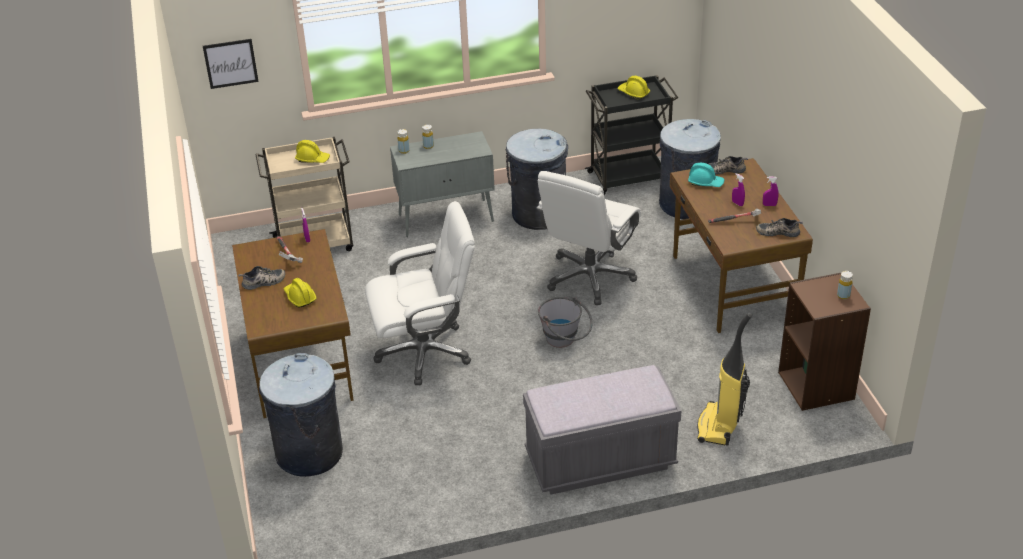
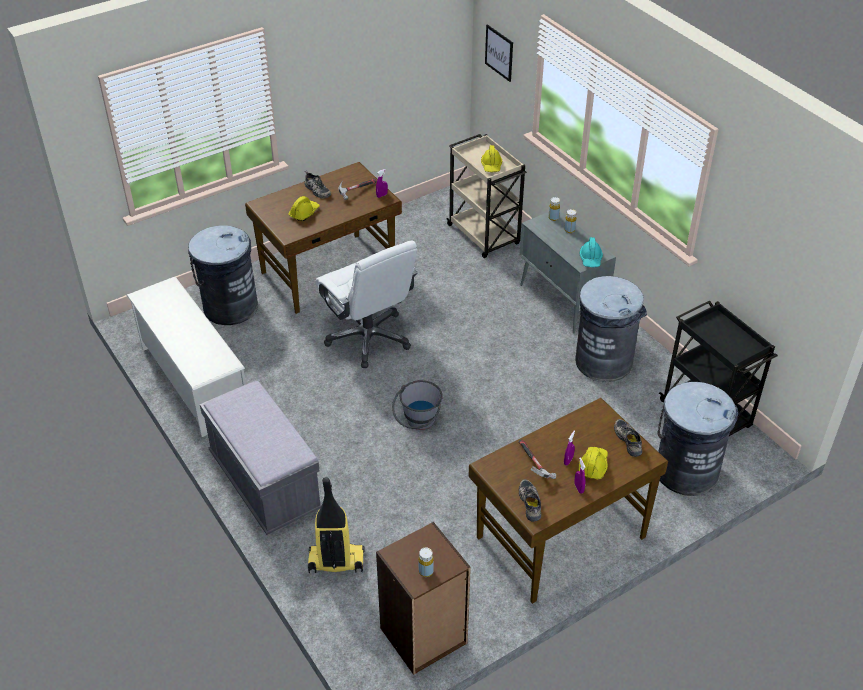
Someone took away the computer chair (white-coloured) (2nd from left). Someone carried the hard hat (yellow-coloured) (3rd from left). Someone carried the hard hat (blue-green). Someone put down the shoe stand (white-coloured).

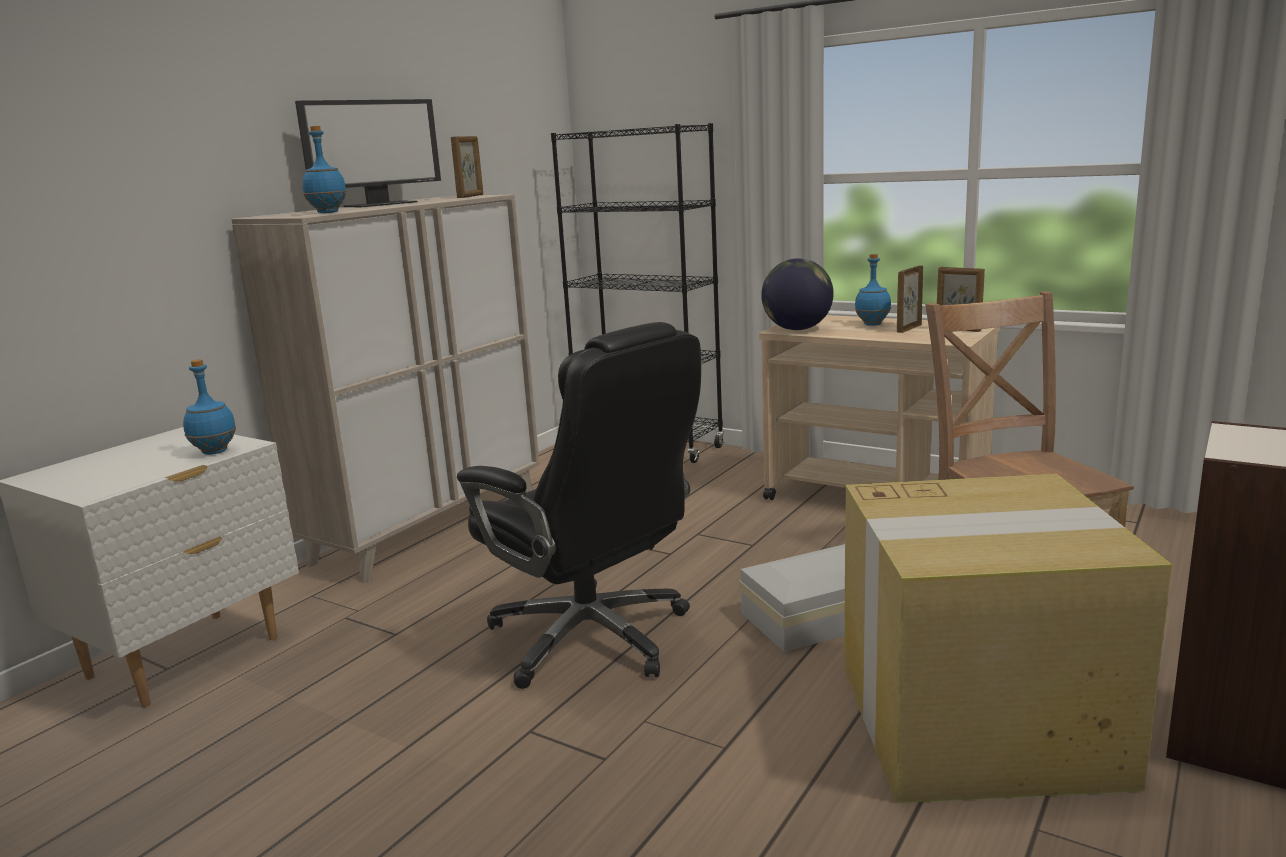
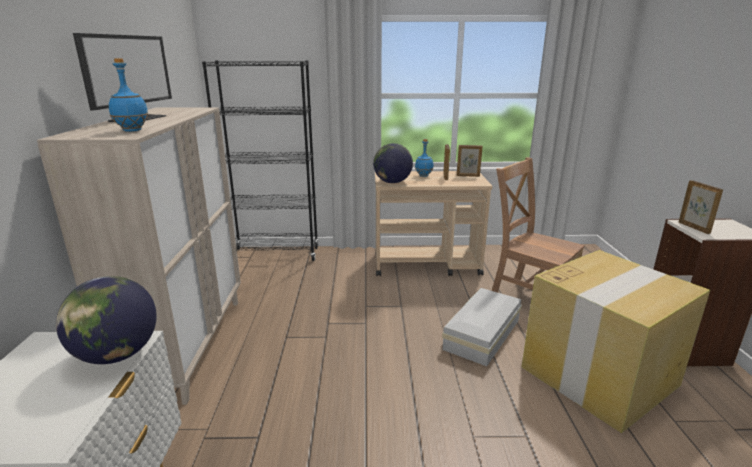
Someone swapped the beverage bottle (bluish) (1st from left) for the world globe (1st from left). Someone carried the standing frame (1st from left in the first image). Someone took away the computer chair (black-coloured).

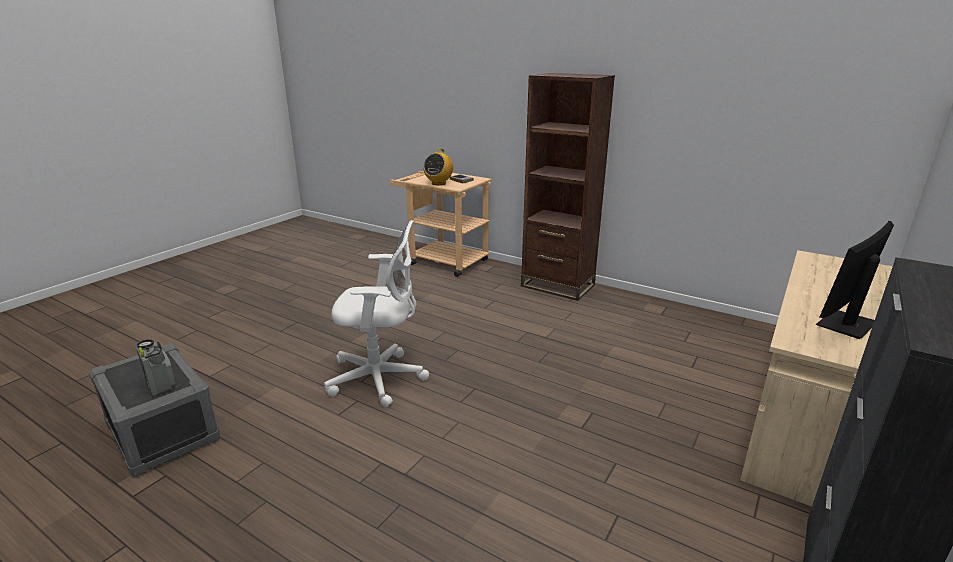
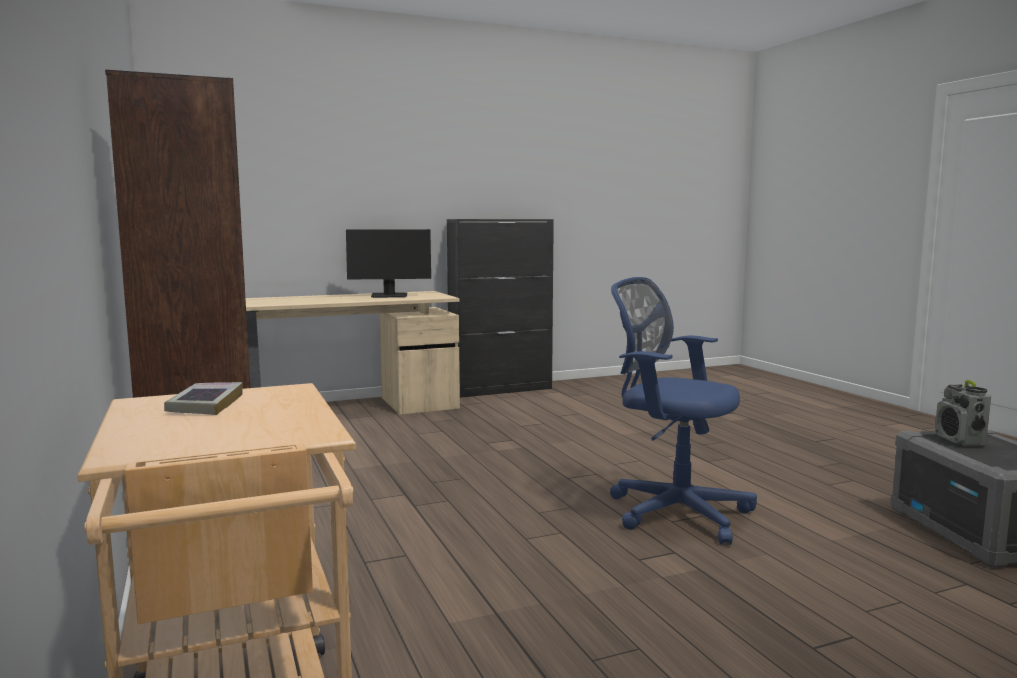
Someone repainted the computer chair (white-coloured), which became the computer chair (bluish). Someone took away the radio (2nd from left).

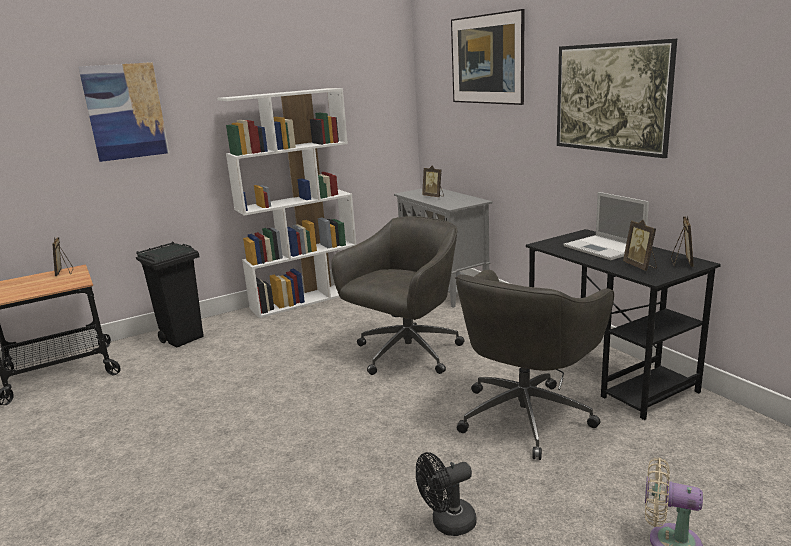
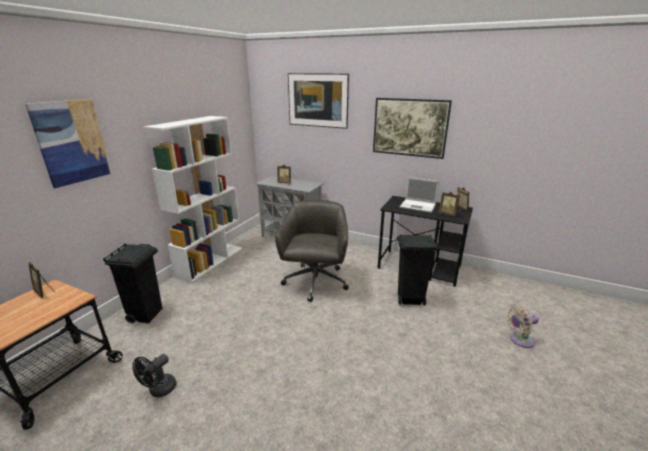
Someone carried the cooling fan (black-coloured). Someone swapped the computer chair (gray) (2nd from left) for the rubbish bin (black-coloured) (2nd from left).

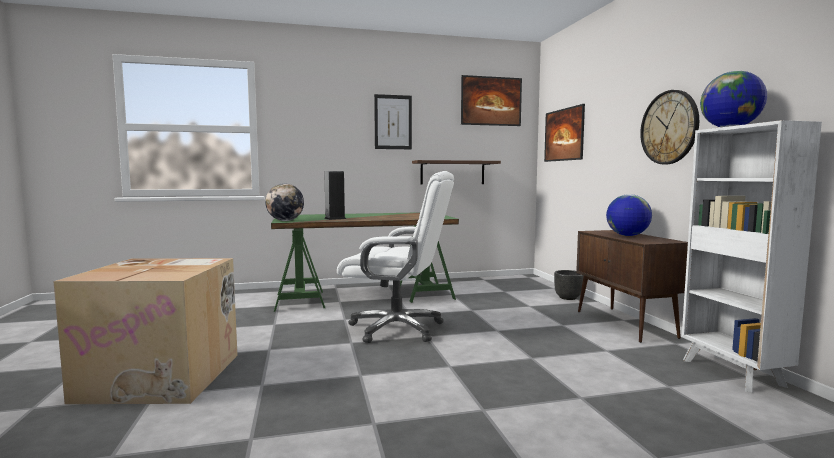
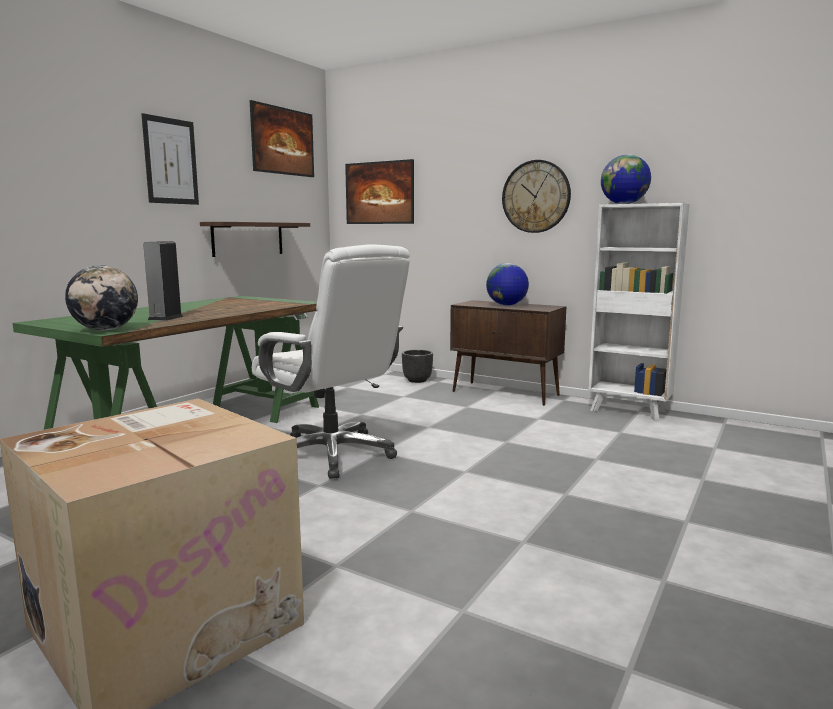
Someone rotated the computer chair (white-coloured) by 75 degrees clockwise.

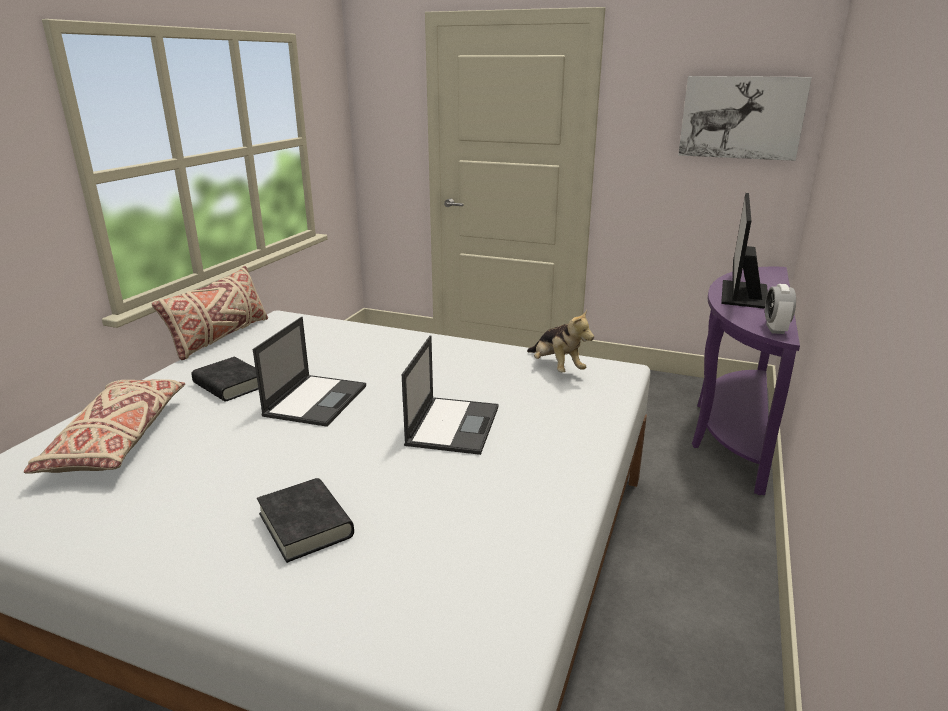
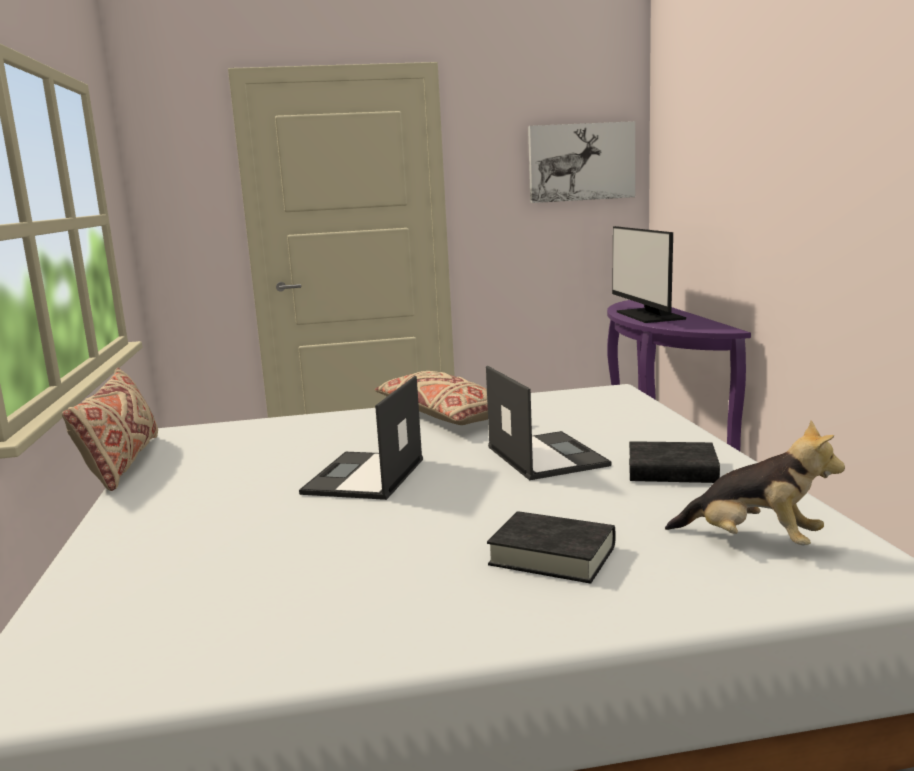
Someone carried the cushion (beige) (1st from left in the first image). Someone carried the bound book (black-coloured) (1st from left in the first image). Someone rotated the laptop (1st from left) by 150 degrees counterclockwise. Someone carried the cuddly toy. Someone took away the bedside clock.

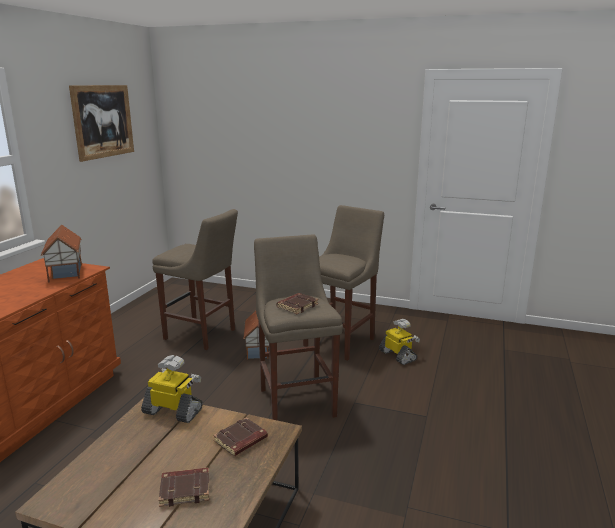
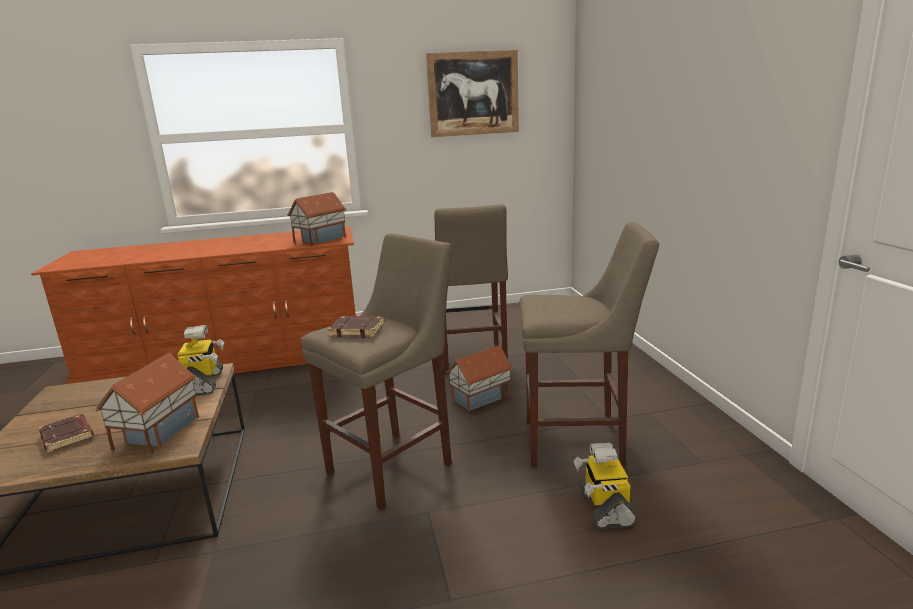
Someone swapped the bound book (brownish) (2nd from left) for the model house (1st from left). Someone rotated the model robot (2nd from left) by 150 degrees clockwise.

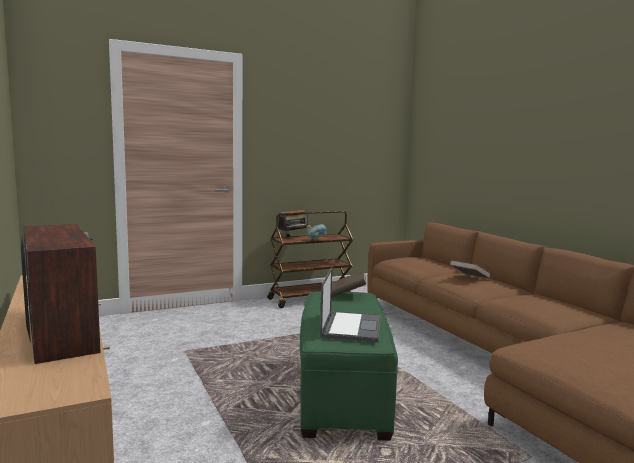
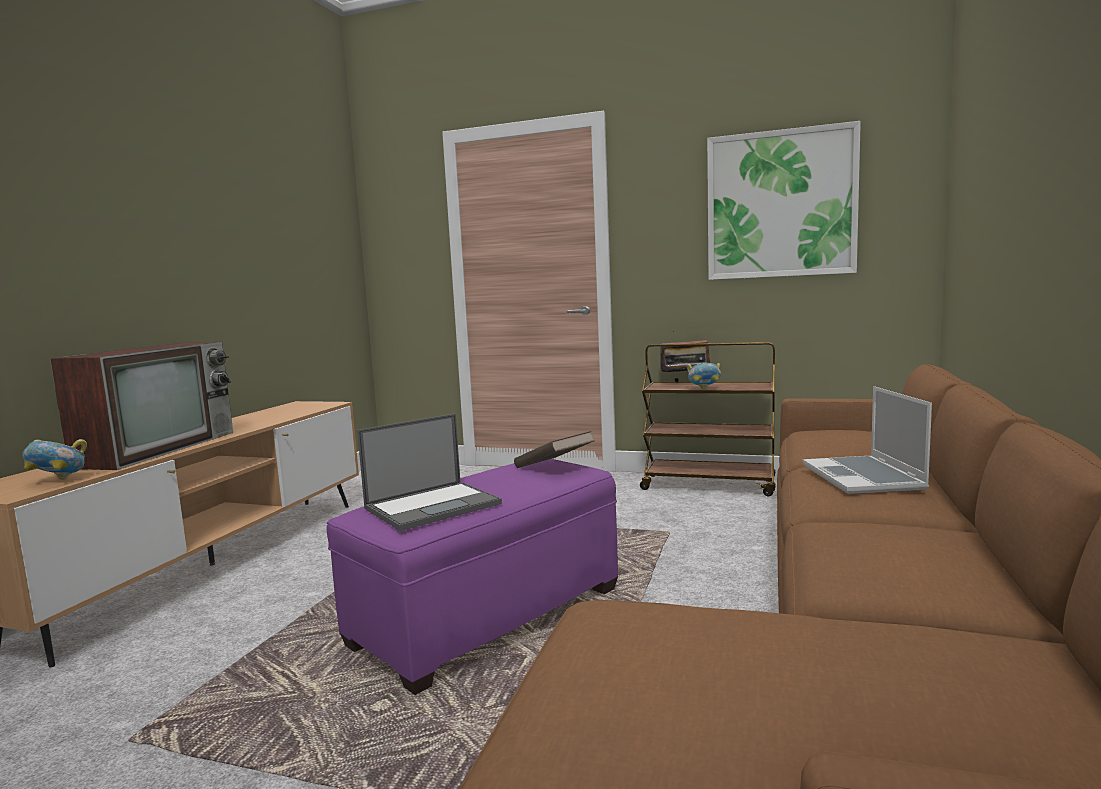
Someone repainted the pouffe (green), which became the pouffe (purple). Someone swapped the bound book (brownish) (2nd from left) for the laptop (2nd from left). Someone put down the serving bowl (1st from left). Someone put up the wall art.

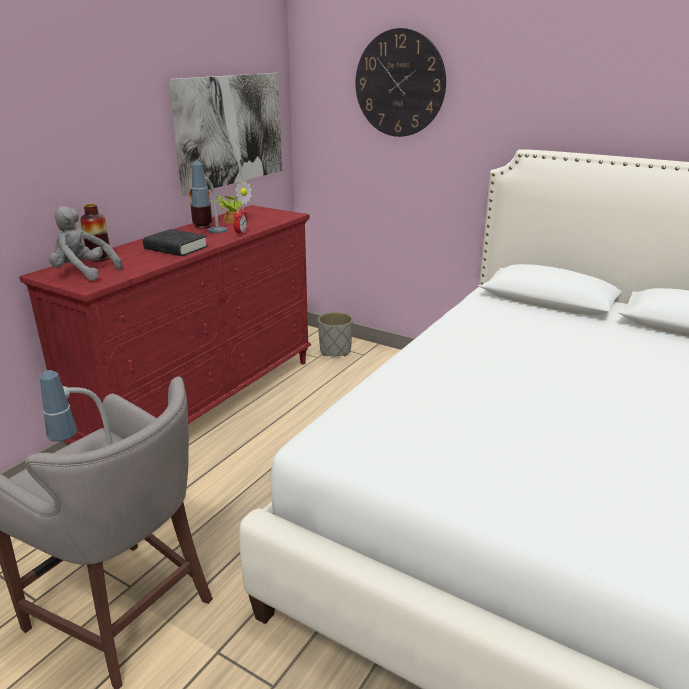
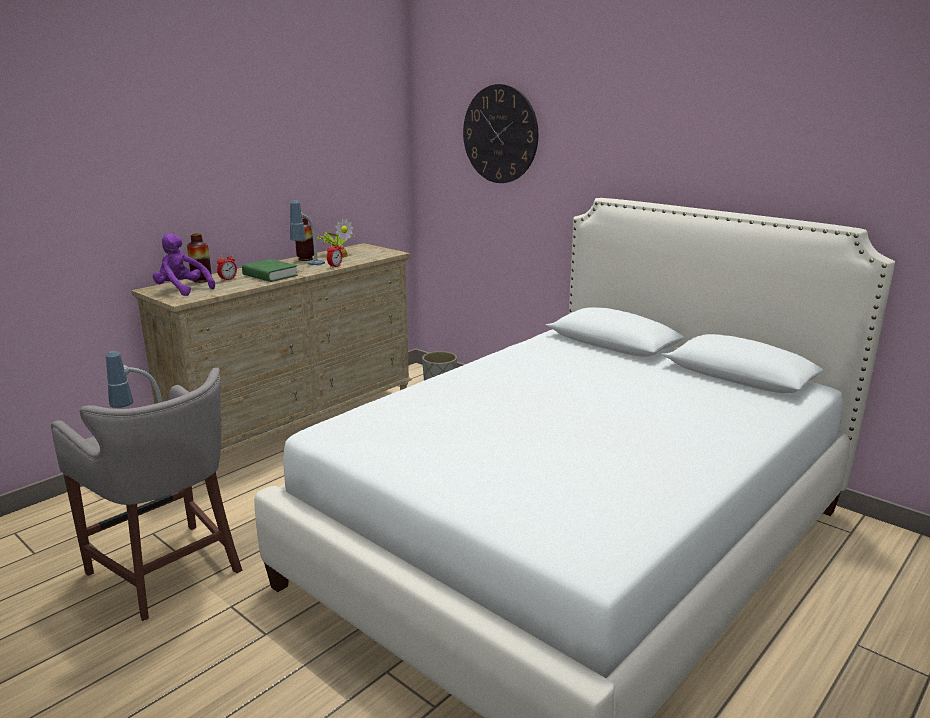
Someone repainted the dresser (red-coloured), which became the dresser (beige). Someone repainted the cuddly toy (gray), which became the cuddly toy (purple). Someone repainted the bound book (black-coloured), which became the bound book (green). Someone took away the wall art. Someone put down the bedside clock (1st from left).

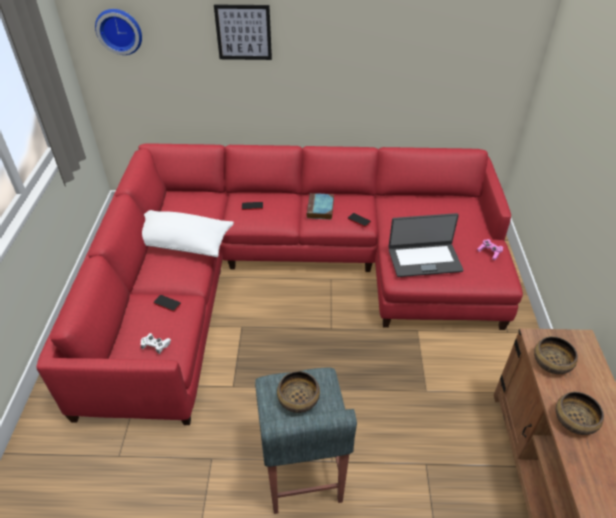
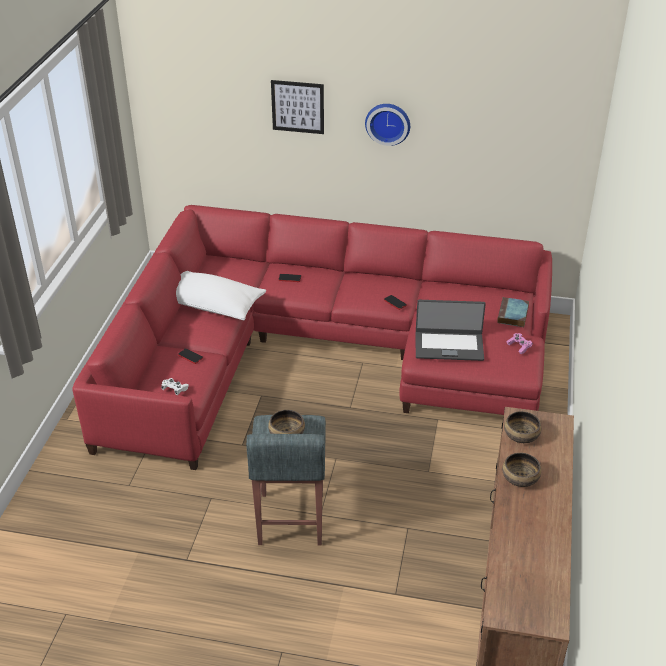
Someone carried the wall clock. Someone carried the bound book.

